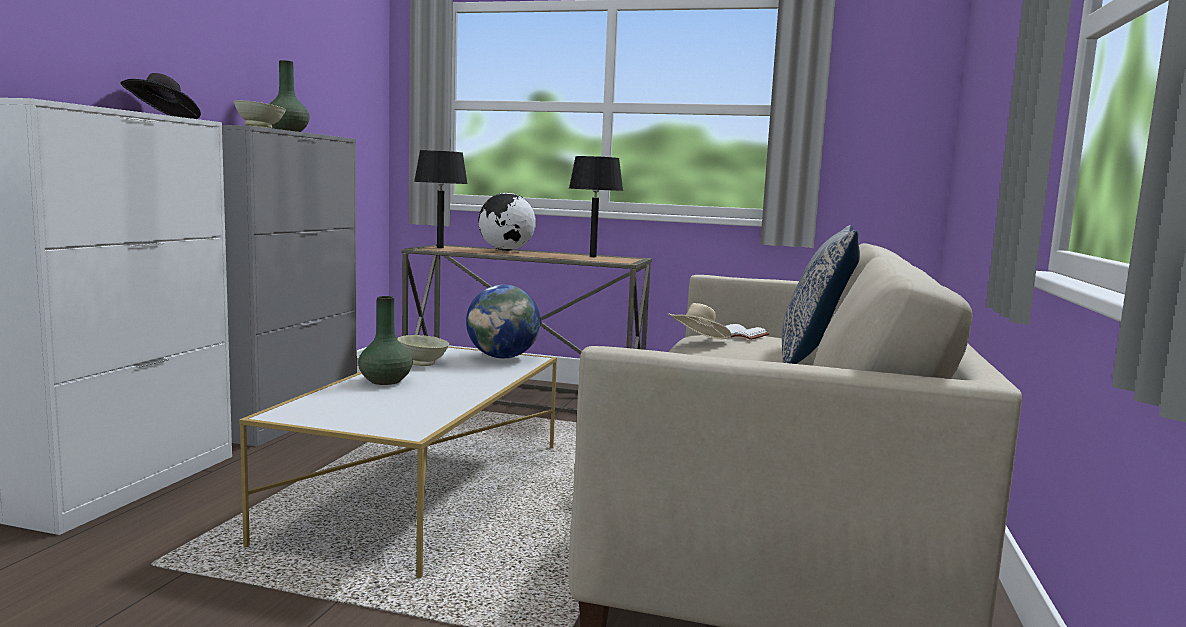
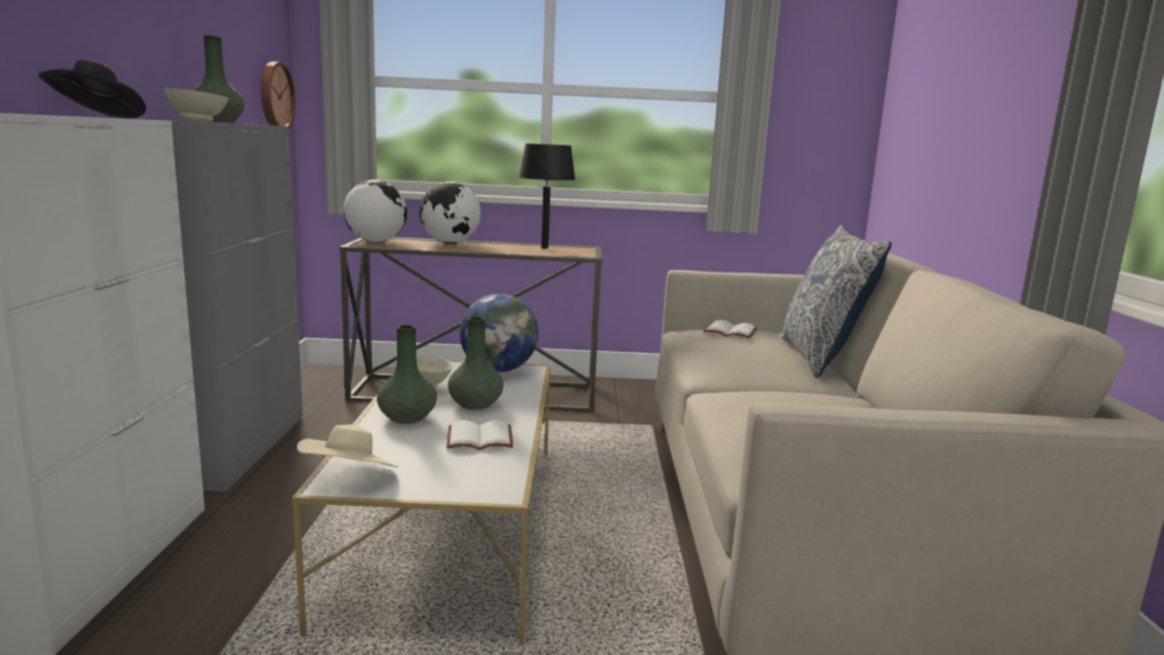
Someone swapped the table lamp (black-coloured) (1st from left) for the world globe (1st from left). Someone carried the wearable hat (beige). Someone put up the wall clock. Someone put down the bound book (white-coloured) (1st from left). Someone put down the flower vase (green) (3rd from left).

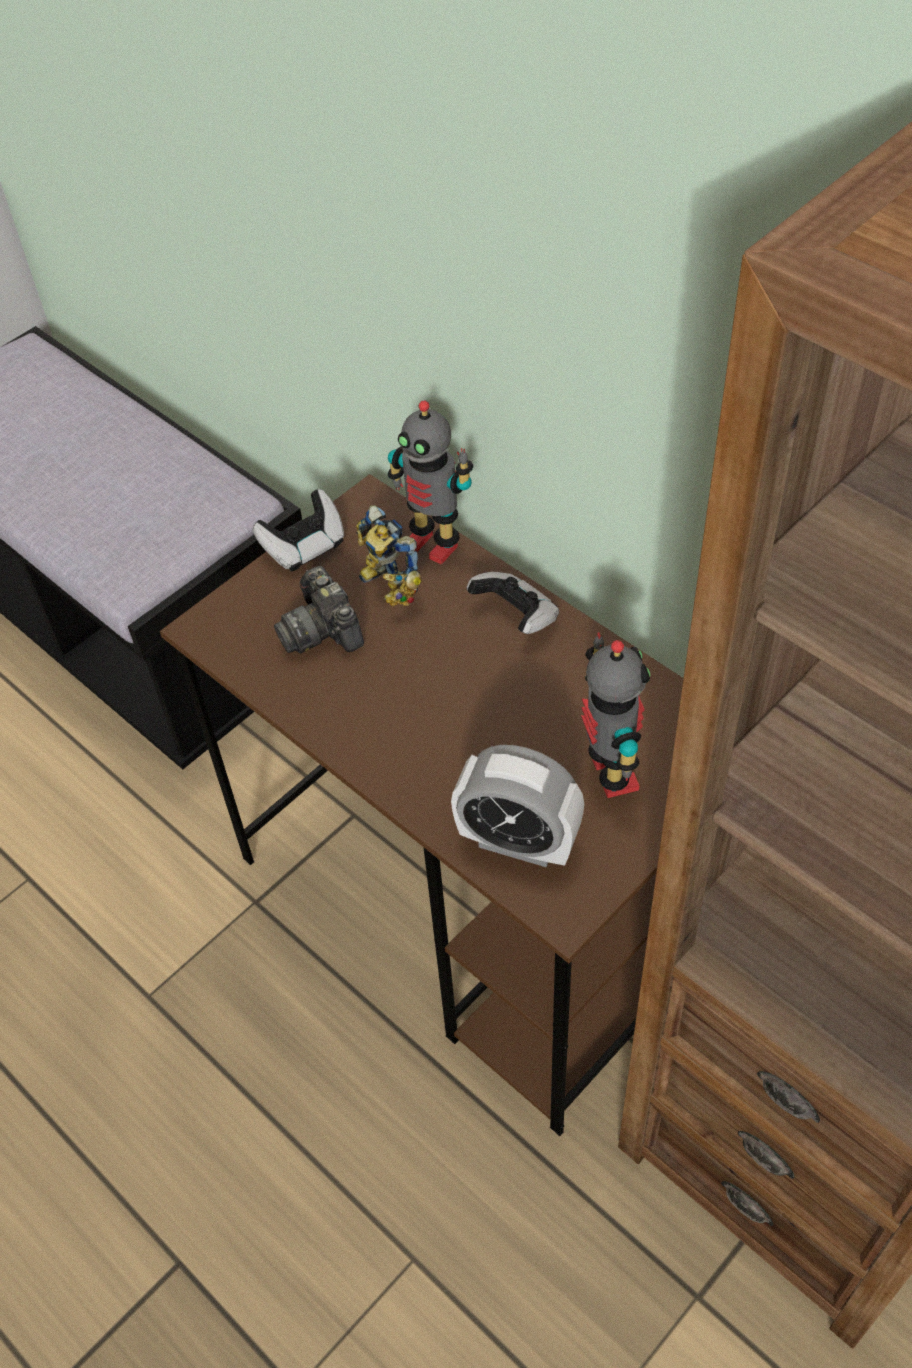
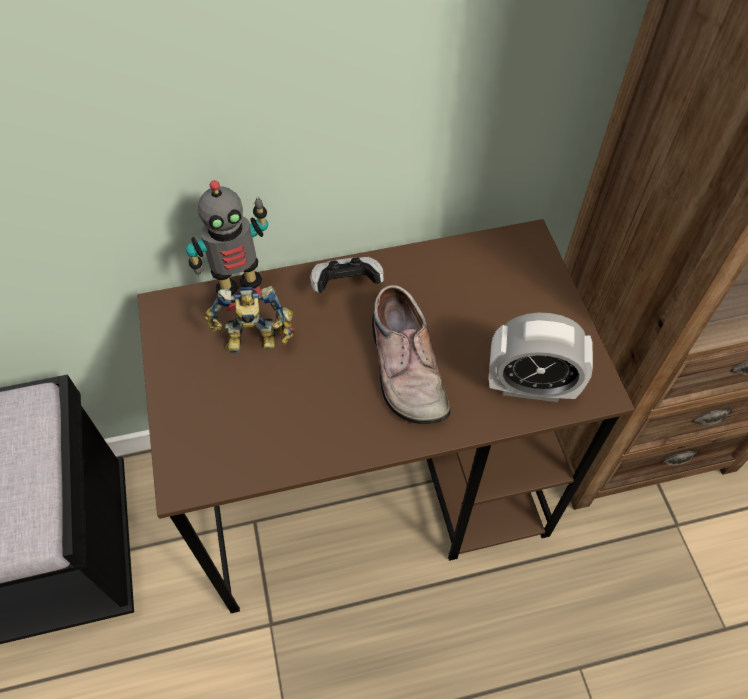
Someone took away the joypad (1st from left). Someone took away the still camera. Someone rotated the bedside clock by 45 degrees clockwise. Someone took away the model robot (3rd from left). Someone put down the low shoe.

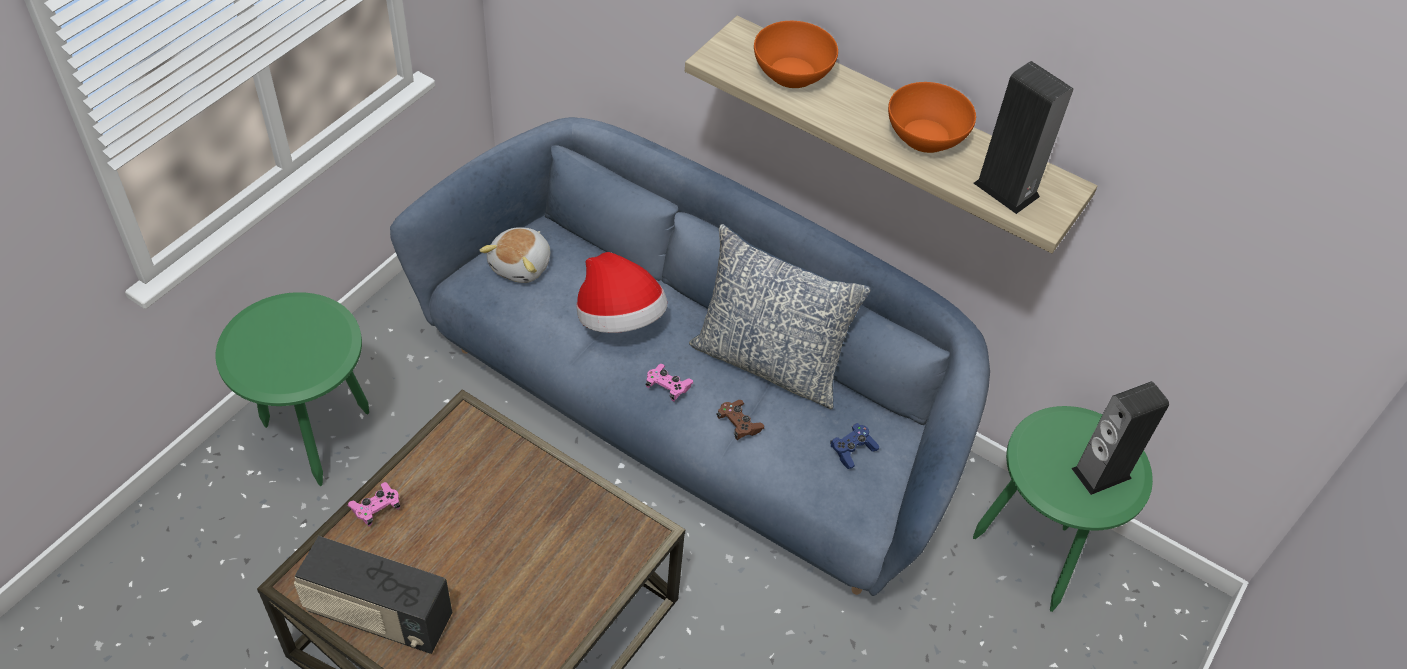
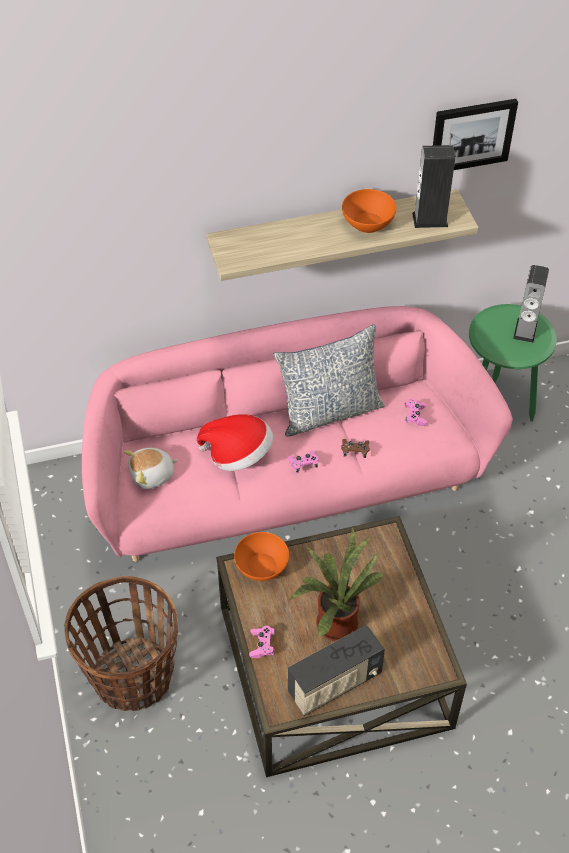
Someone swapped the end table (green) (1st from left) for the basket. Someone repainted the settee (bluish), which became the settee (pink). Someone rotated the cuddly toy by 90 degrees clockwise. Someone carried the serving bowl (orange-coloured) (1st from left). Someone repainted the joypad (bluish), which became the joypad (pink) (3rd from left). Someone put down the houseplant. Someone put up the wall art.

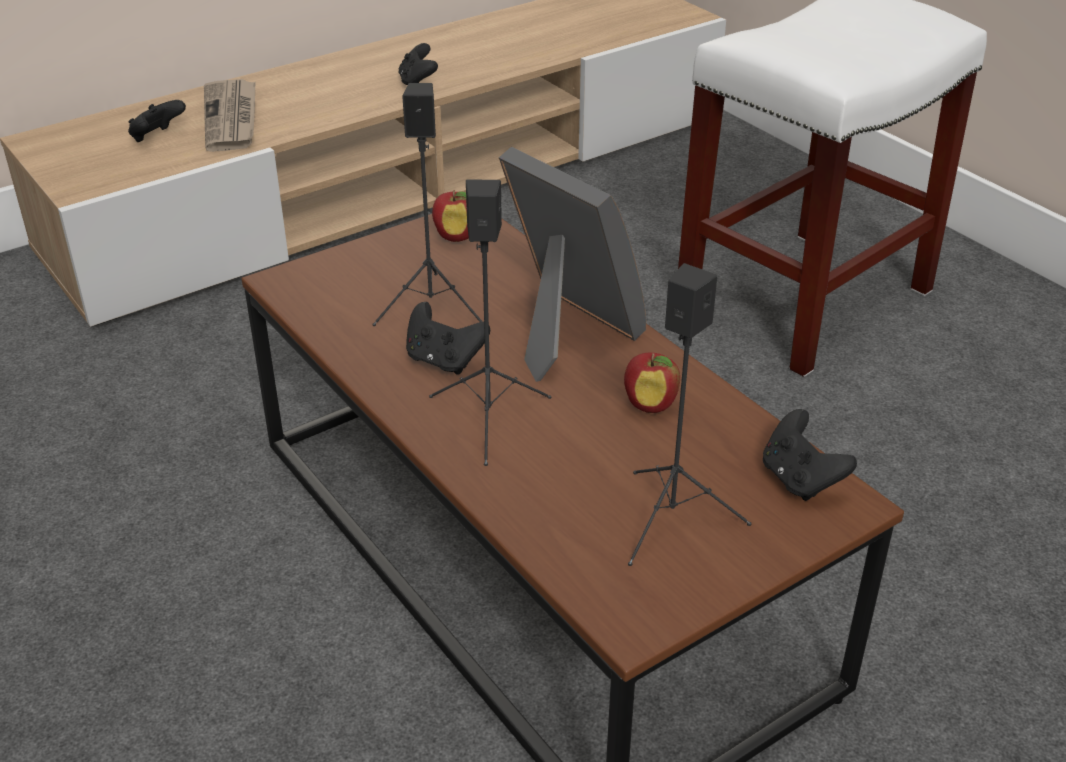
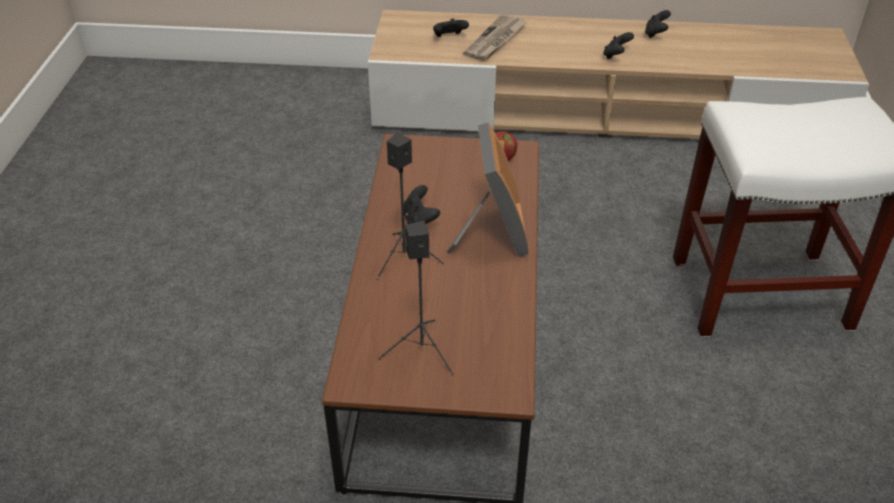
Someone took away the speaker (black-coloured) (1st from left). Someone took away the apple fruit (2nd from left). Someone carried the joypad (black-coloured) (4th from left).

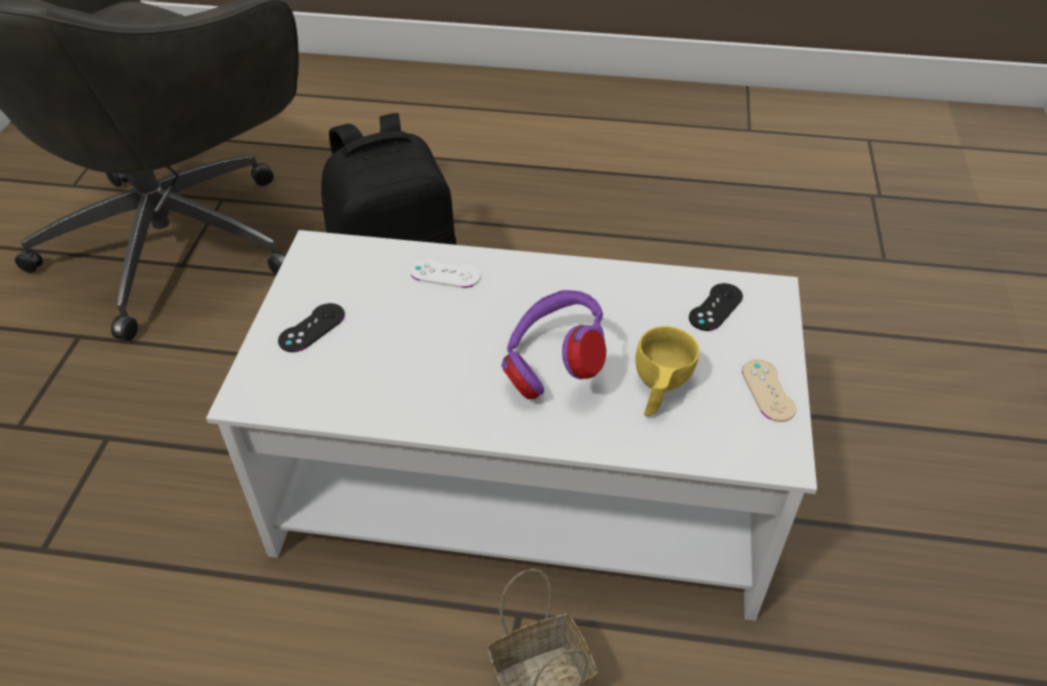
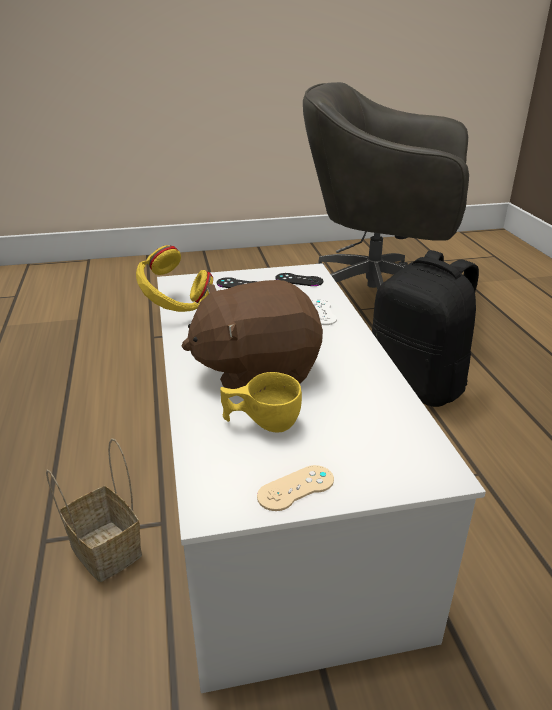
Someone swapped the pair of headphones (purple) for the cuddly toy (brownish). Someone carried the joypad (black-coloured) (2nd from left). Someone put down the pair of headphones (yellow-coloured).

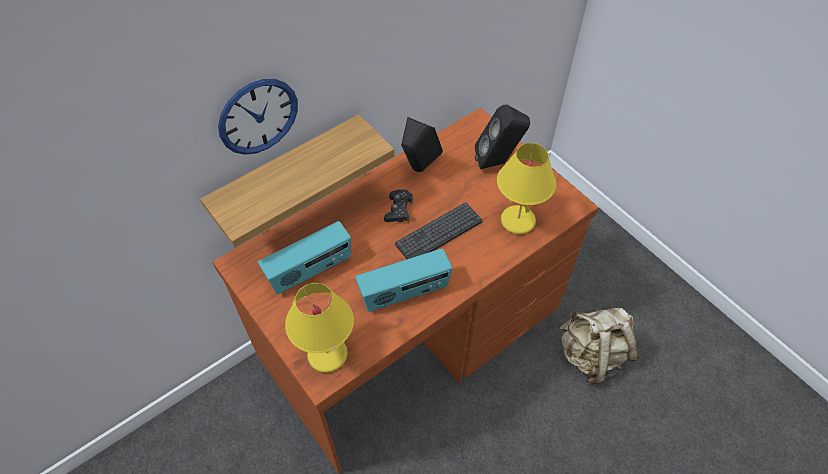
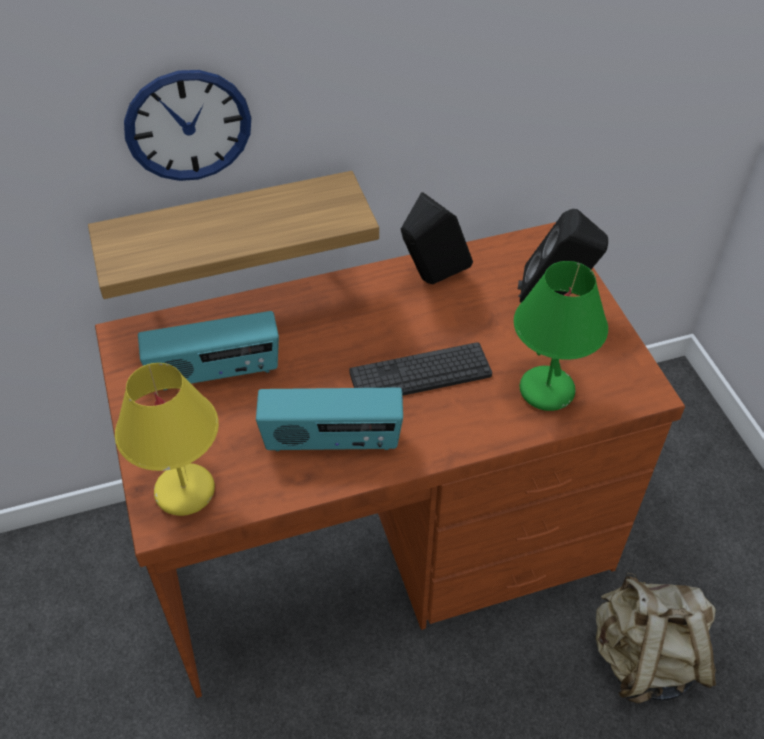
Someone took away the joypad (black-coloured). Someone repainted the table lamp (yellow-coloured) (2nd from left), which became the table lamp (green).

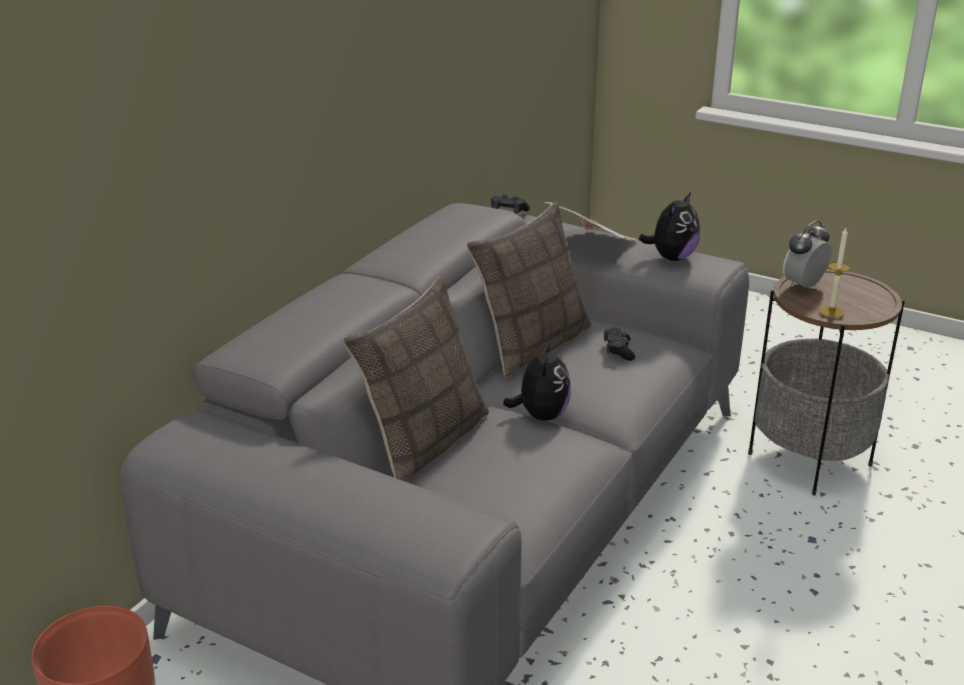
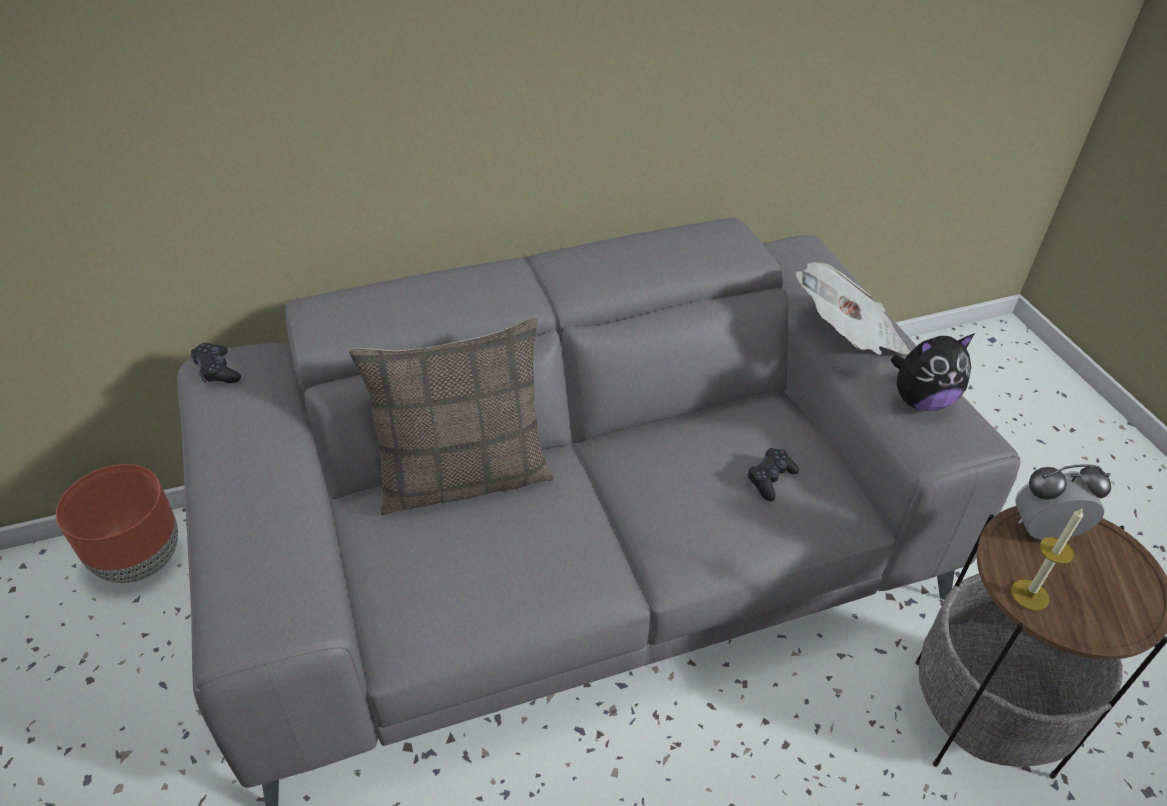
Someone took away the cushion (2nd from left). Someone carried the joypad (black-coloured) (1st from left). Someone took away the cuddly toy (1st from left).

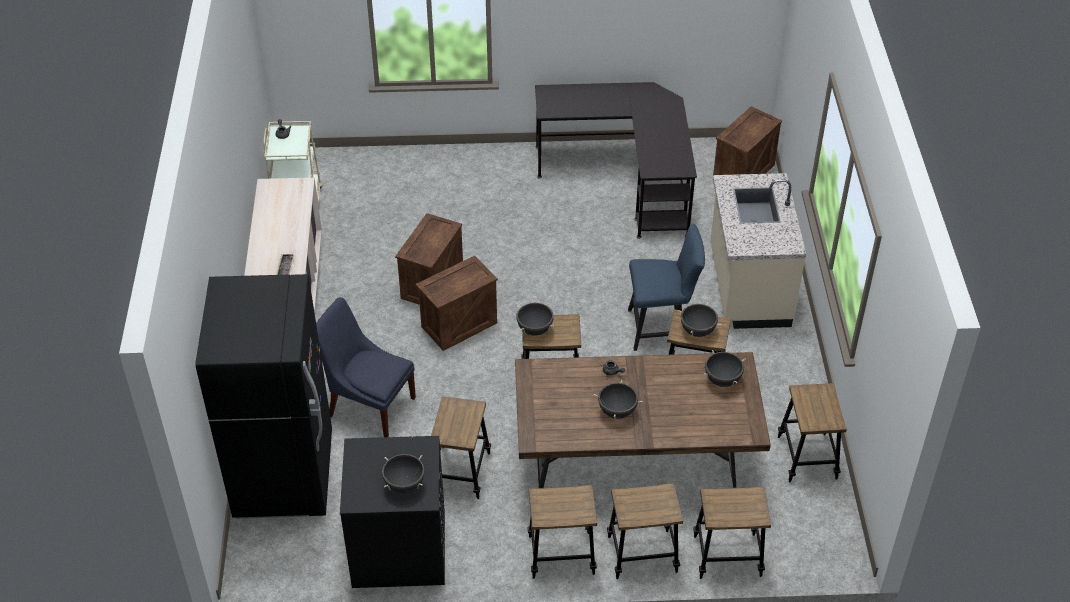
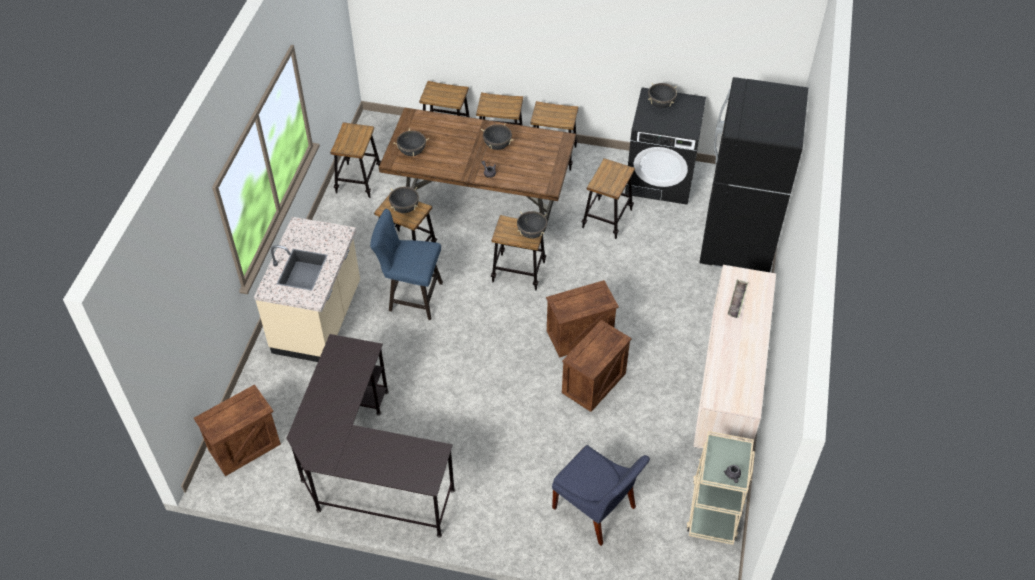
Someone carried the upright chair (bluish) (1st from left in the first image).

